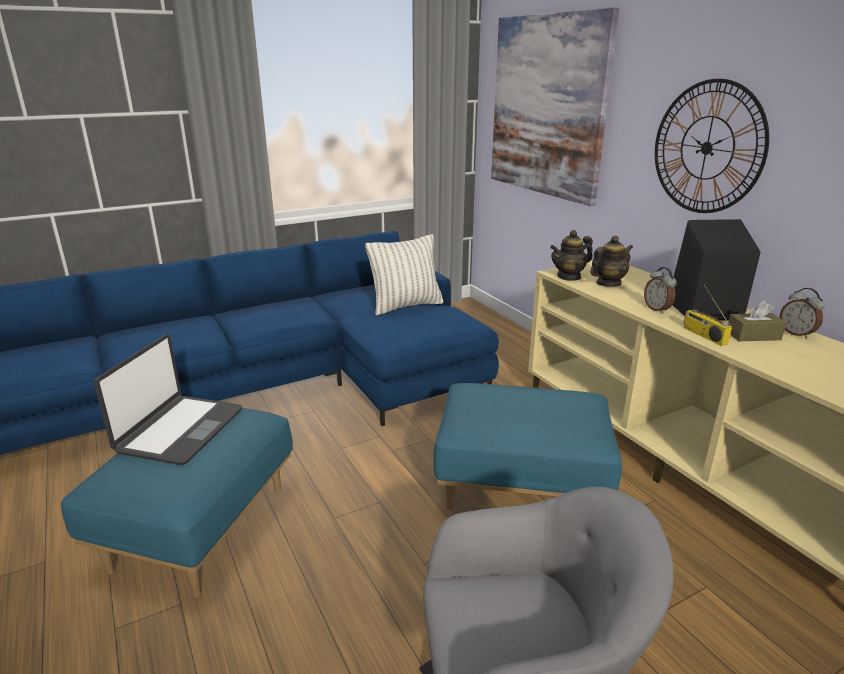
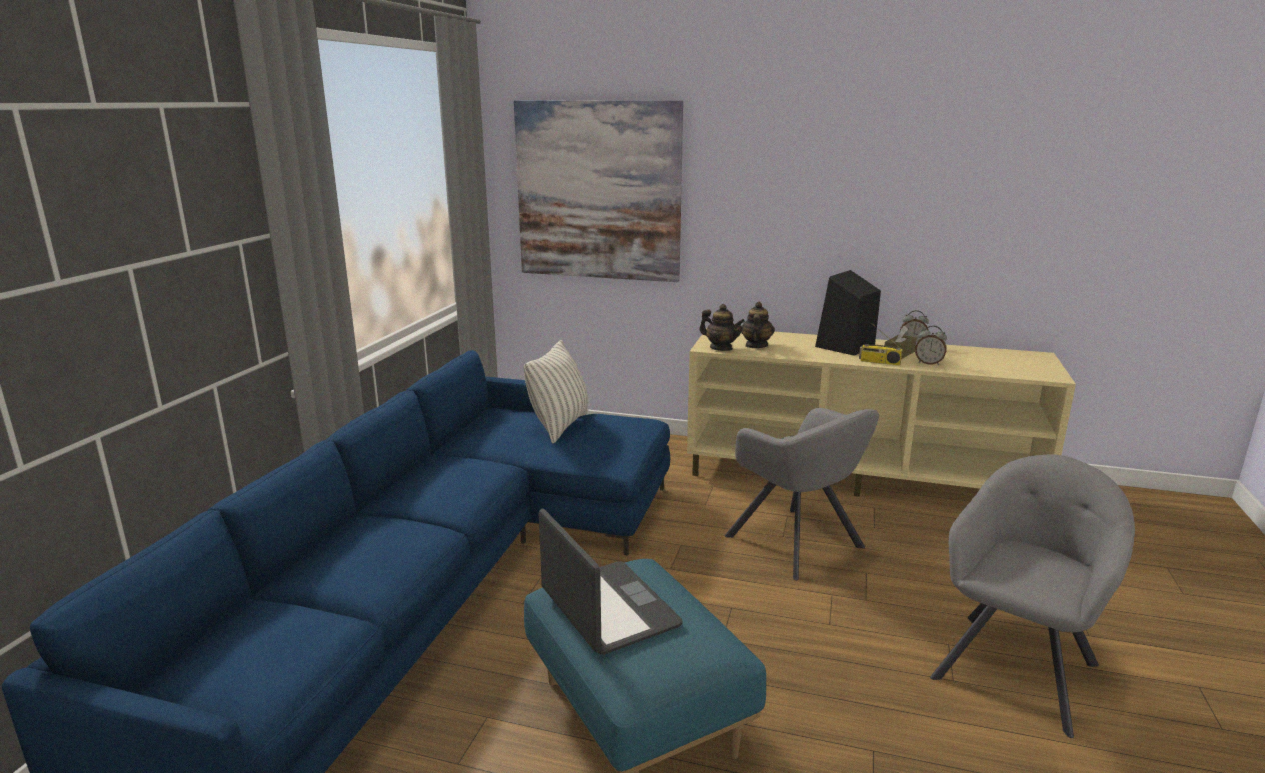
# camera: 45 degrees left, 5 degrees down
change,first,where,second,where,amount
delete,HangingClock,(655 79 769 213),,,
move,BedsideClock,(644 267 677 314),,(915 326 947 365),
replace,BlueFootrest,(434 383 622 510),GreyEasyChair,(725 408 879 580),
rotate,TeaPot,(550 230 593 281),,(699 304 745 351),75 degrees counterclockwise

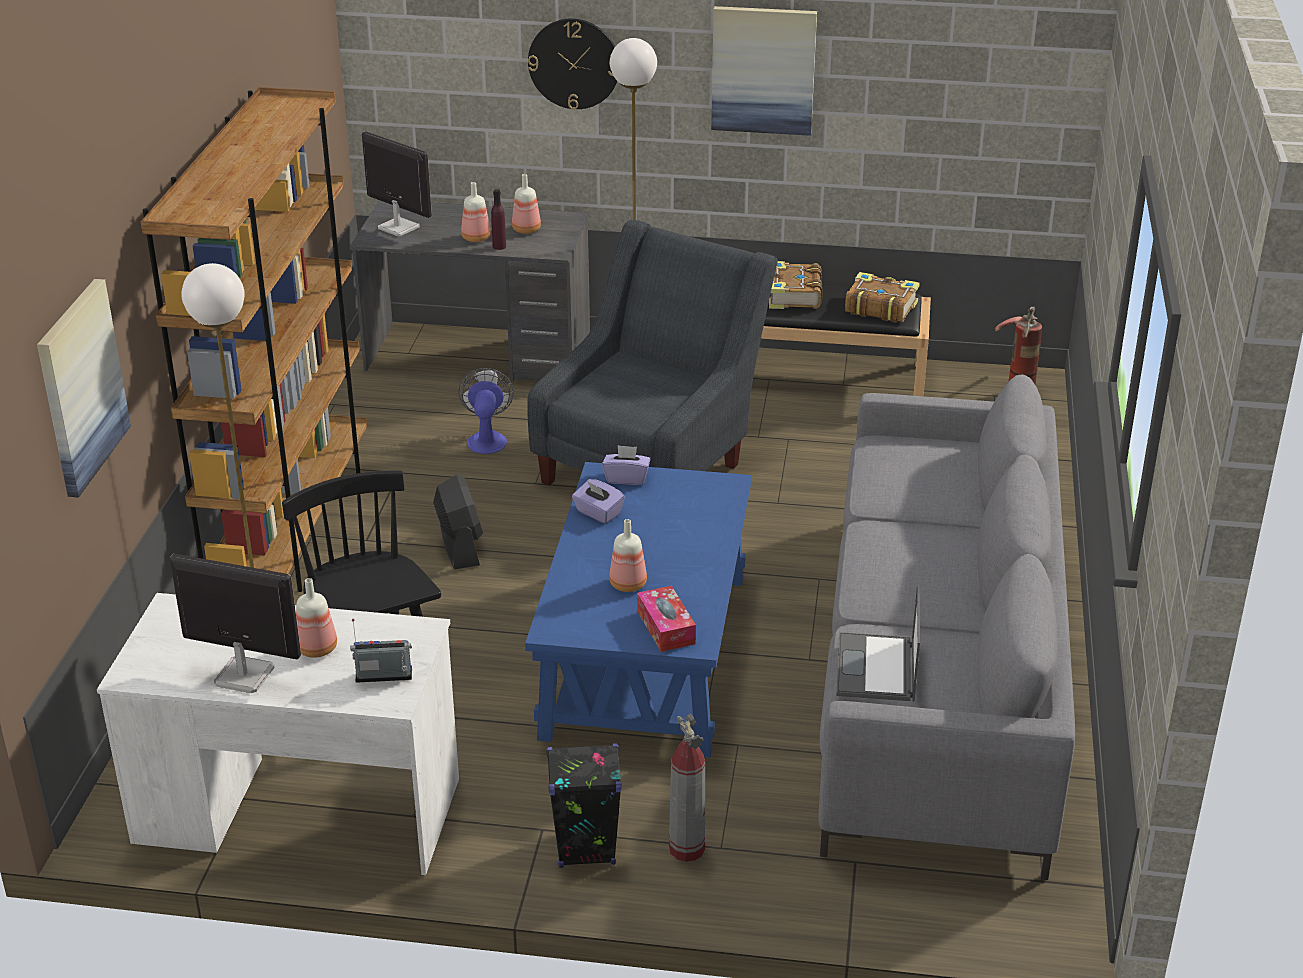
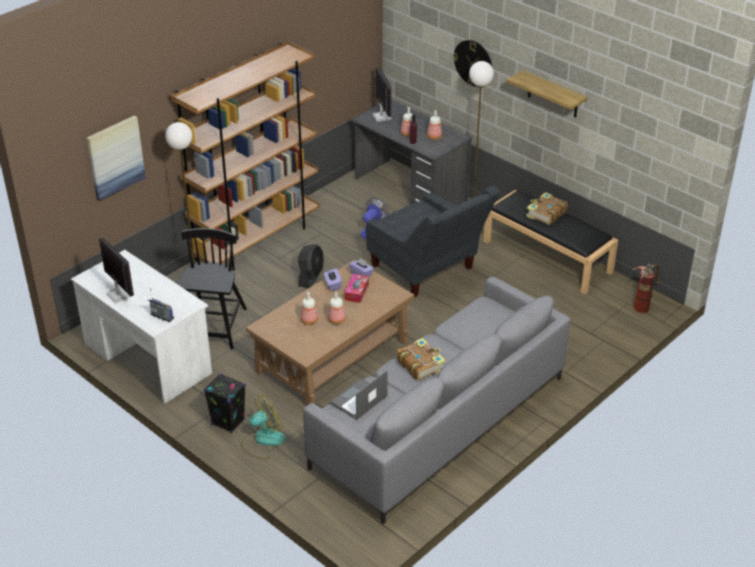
# camera: 35 degrees right, 5 degrees up
change,first,where,second,where,amount
move,DrinkBottle,(296 578 337 658),,(328 291 346 324),
move,TissueHolder,(637 586 696 652),,(345 274 369 303),
move,BoundBook,(845 272 920 323),,(397 338 446 381),
replace,FireFightingCylinder,(669 714 705 862),Fan,(241 394 286 460),
replace,WallArt,(711 6 817 136),Shelf,(507 70 587 117),
recolor,BlueLowTable,(525 462 752 757),BrownColouredLowTable,(246 260 414 406),
rotate,GreyEasyChair,(527 219 778 485),,(366 186 500 297),75 degrees clockwise

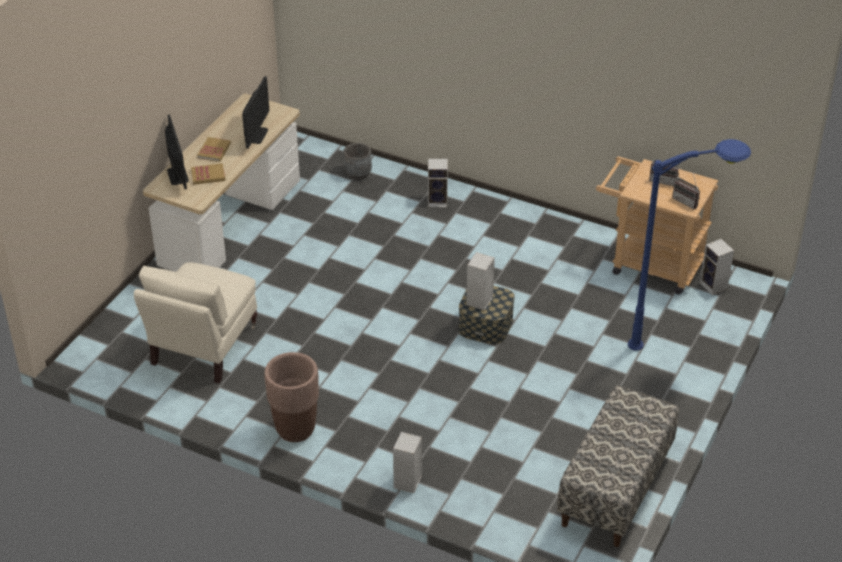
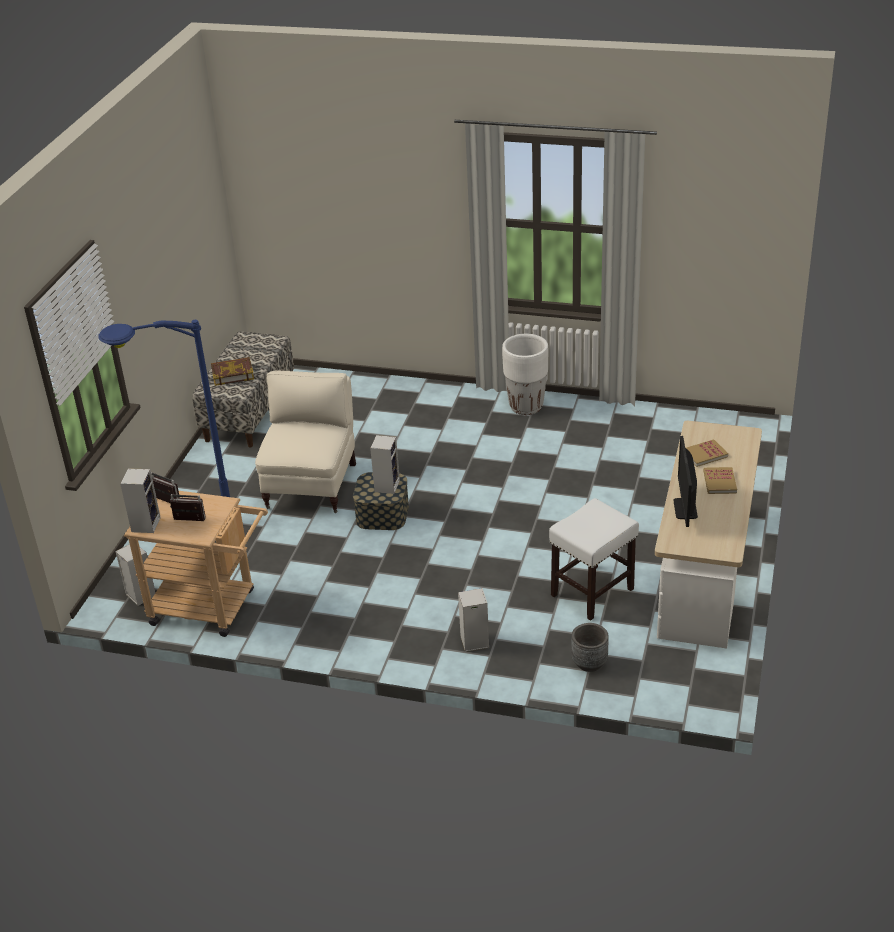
# camera: 170 degrees right, 5 degrees down
change,first,where,second,where,amount
delete,Monitor,(165 115 189 189),,,
insert,,,BoundBook,(211 357 254 386),
insert,,,WhiteColouredStool,(549 498 639 621),
move,BeigeColouredEasyChair,(134 262 257 384),,(255 371 356 513),
move,AudioSpeaker,(393 432 422 493),,(120 468 161 533),
recolor,BrownColouredFlowerPot,(264 352 319 442),WhiteColouredFlowerPot,(502 334 549 415),

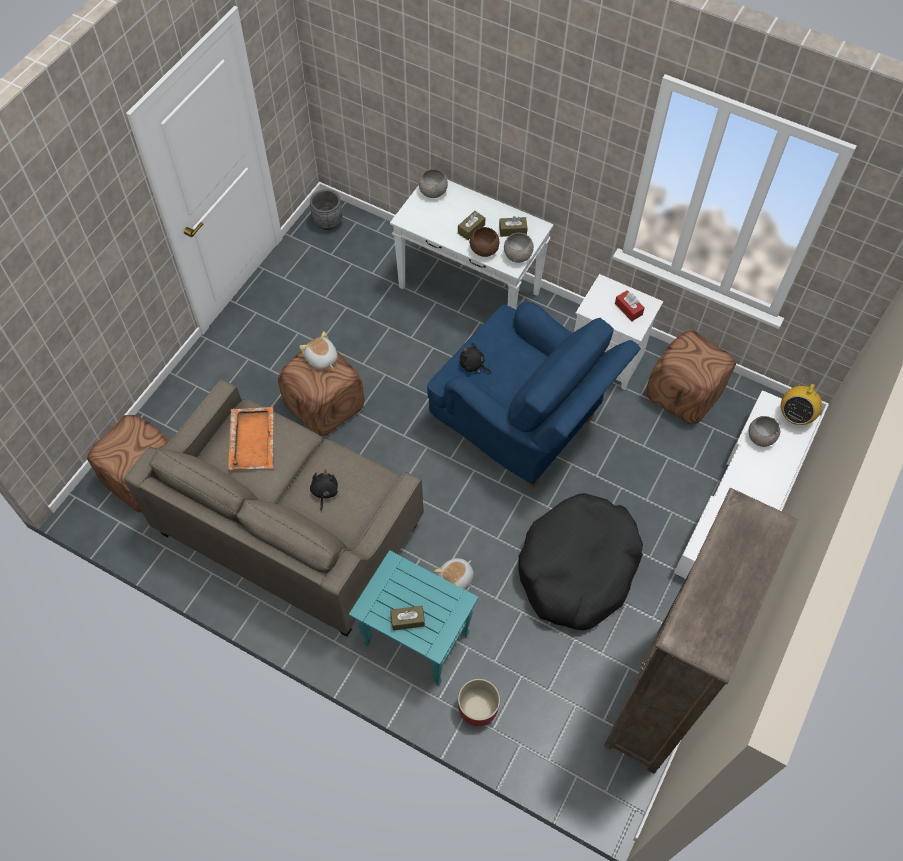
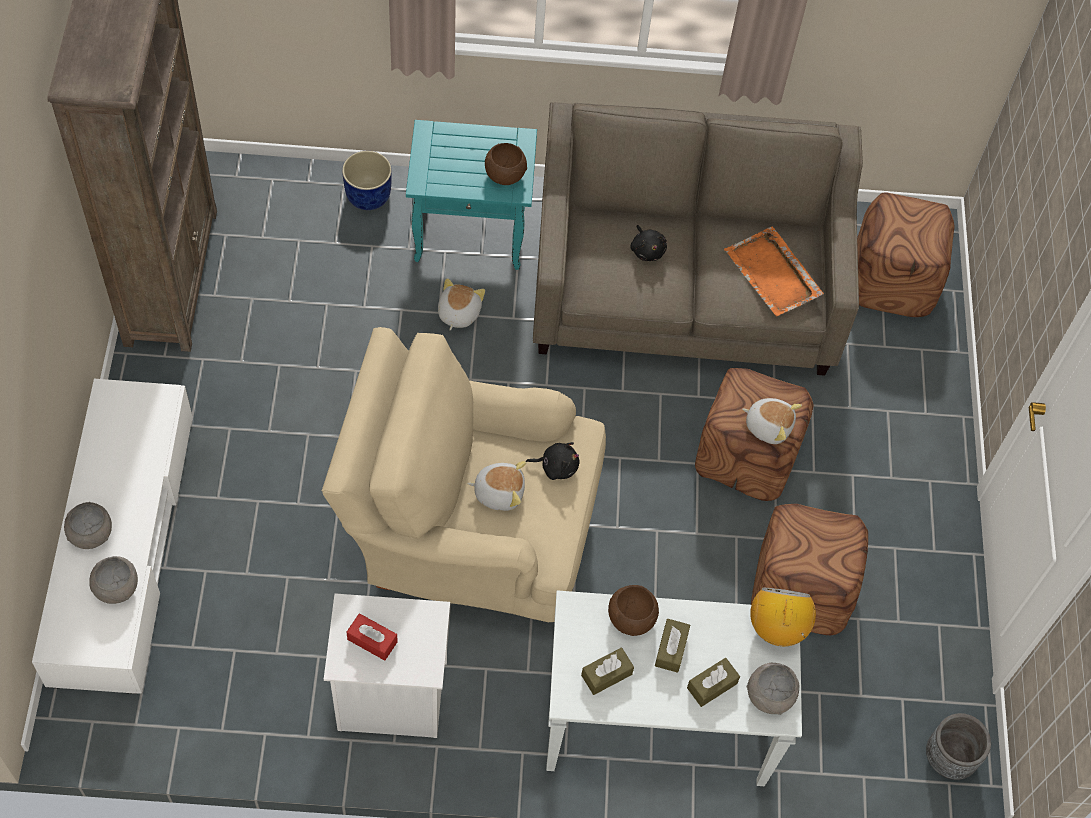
# camera: 150 degrees right, 0 degrees up
change,first,where,second,where,amount
delete,BlackColouredPetBed,(518 493 643 630),,,
insert,,,SoftToy,(467 461 526 511),
insert,,,BrownColouredDeepDish,(485 143 527 185),
move,BrownColouredTissueHolder,(390 606 425 630),,(687 658 740 707),
move,GreyDeepDish,(504 233 534 263),,(64 502 112 549),
move,BrownColouredFootrest,(646 331 736 424),,(751 504 868 635),
move,Radio,(781 377 822 425),,(750 588 816 647),
recolor,BlueEasyChair,(427 302 641 488),BeigeColouredEasyChair,(322 327 606 622),
recolor,RedFlowerPot,(458 679 500 727),BlueFlowerPot,(342 151 392 210),

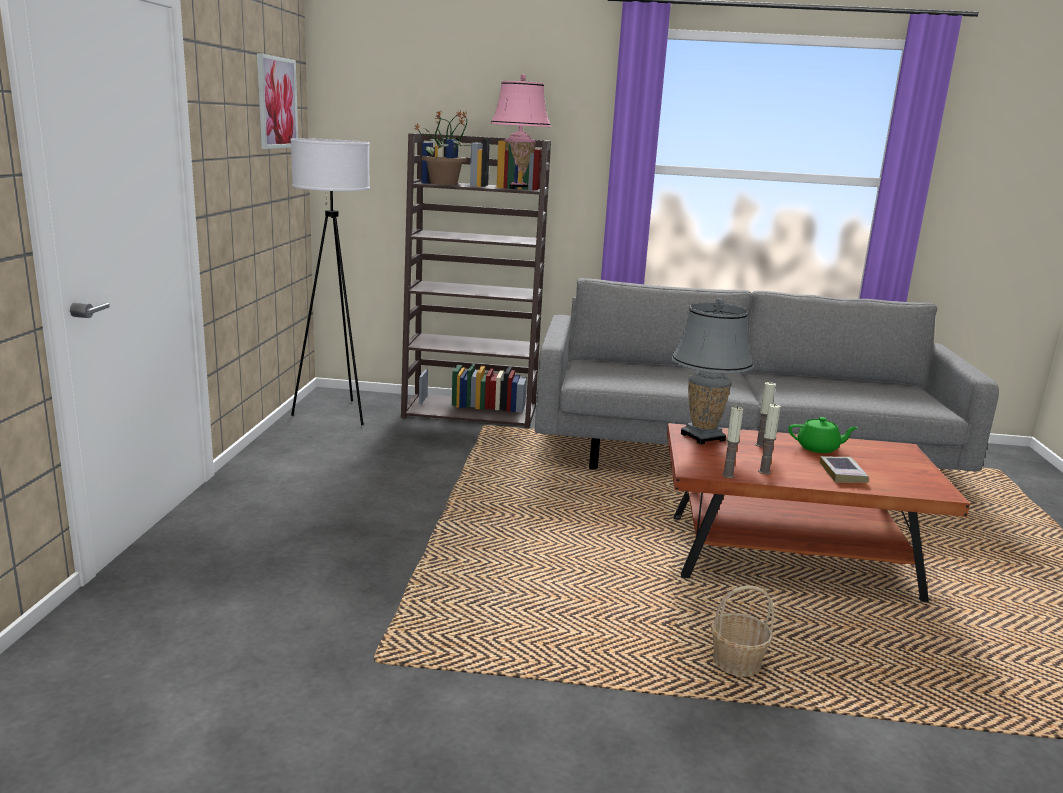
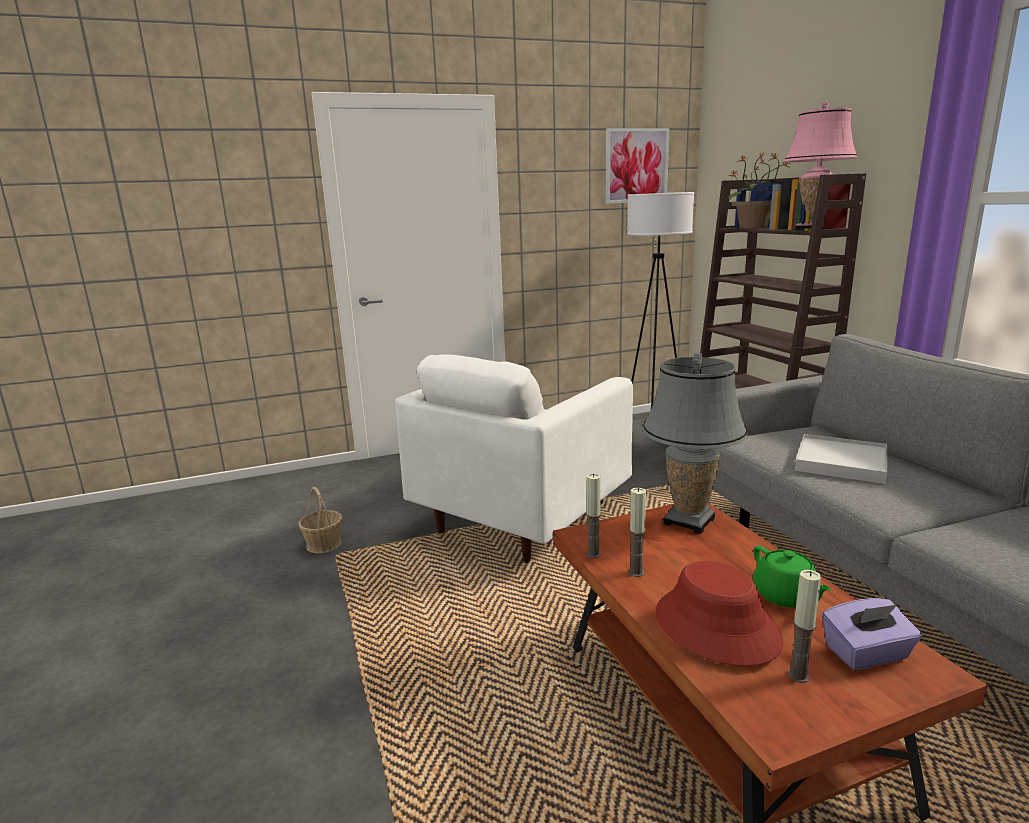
# camera: 65 degrees right, 0 degrees up
change,first,where,second,where,amount
insert,,,WhiteColouredEasyChair,(395 354 633 563),
insert,,,WhiteColouredTray,(795 434 887 484),
insert,,,PurpleColouredTissueHolder,(822 598 922 670),
move,Basket,(711 585 774 677),,(298 487 343 553),
move,Candle,(755 382 775 447),,(788 570 821 683),
replace,BoundBook,(820 456 869 483),RedHat,(656 560 783 666),

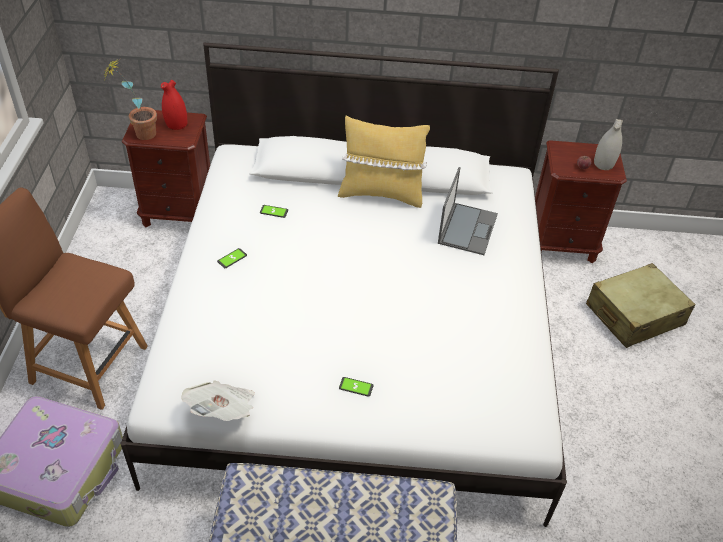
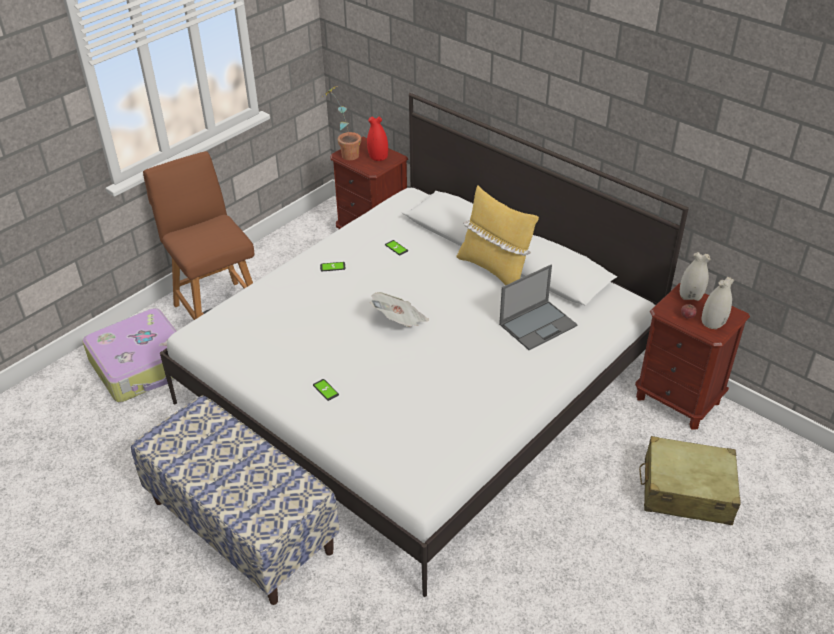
# camera: 40 degrees right, 5 degrees down
change,first,where,second,where,amount
insert,,,WhiteColouredVase,(680 252 711 301),
move,PrintedPaper,(181 381 255 421),,(370 292 429 327),

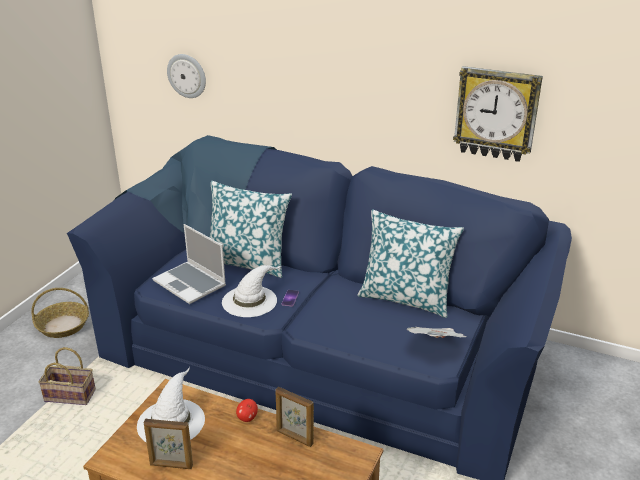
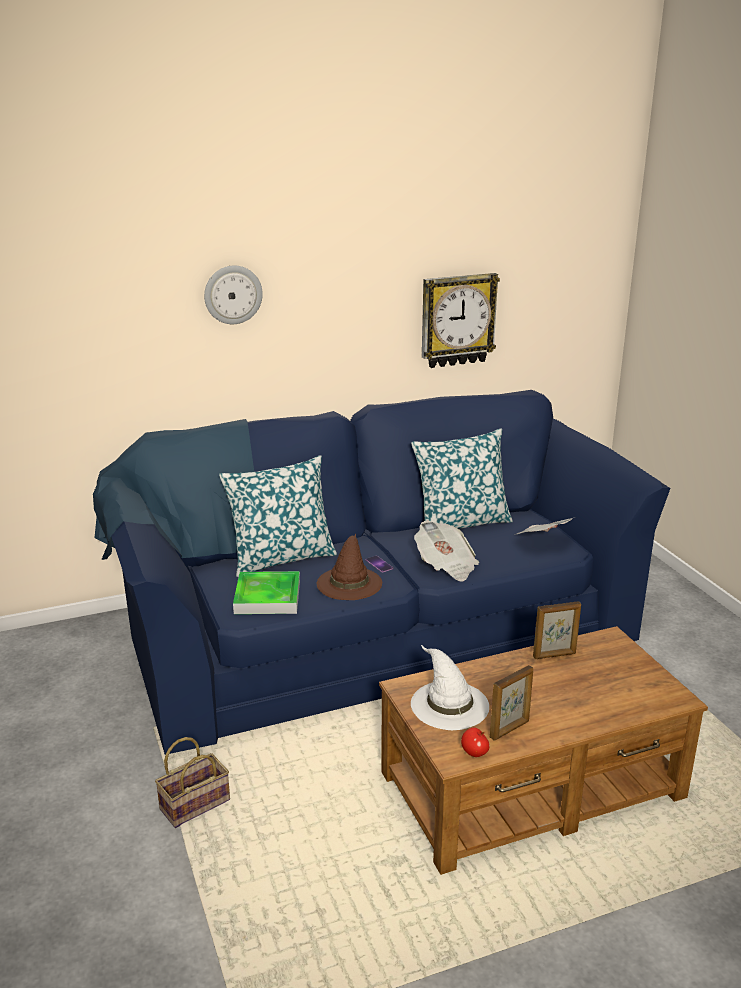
# camera: 45 degrees left, 5 degrees down
change,first,where,second,where,amount
delete,Basket,(31 288 89 338),,,
insert,,,PrintedPaper,(414 521 479 582),
move,HangingClock,(167 54 206 98),,(204 266 263 324),
move,AppleFruit,(236 399 258 422),,(461 727 490 757),
replace,PortableComputer,(152 224 226 304),Tray,(233 571 300 614),
recolor,WhiteColouredHat,(222 265 281 317),BrownColouredHat,(317 534 382 600),

